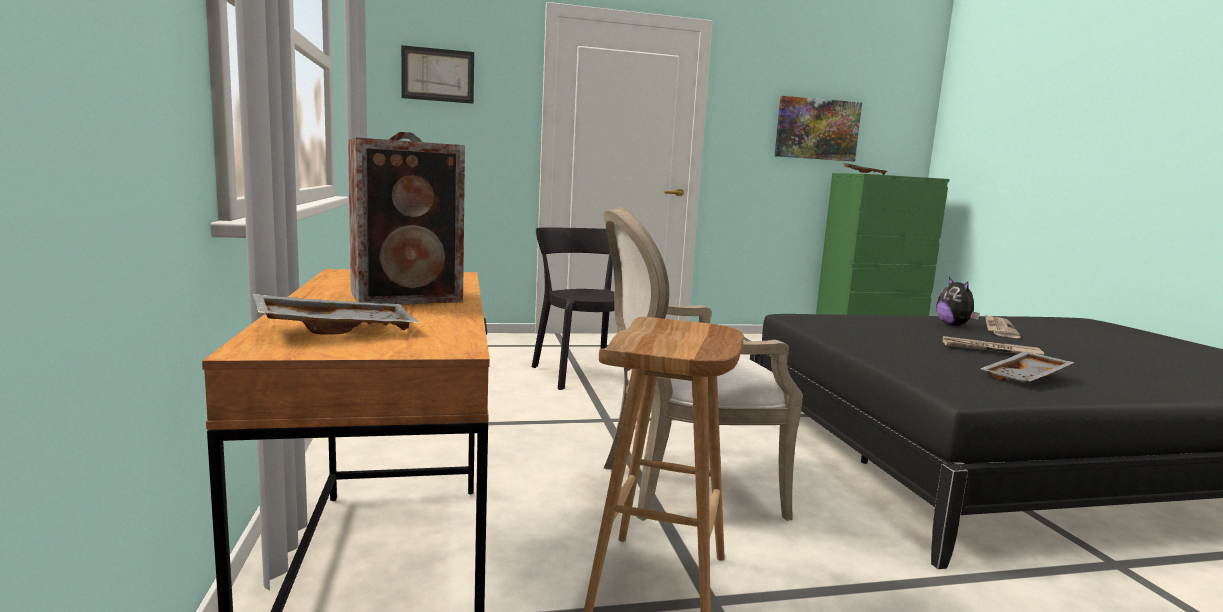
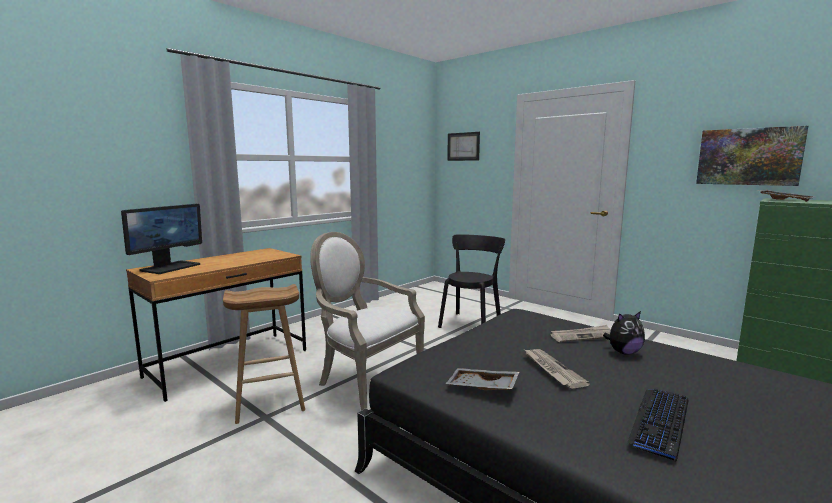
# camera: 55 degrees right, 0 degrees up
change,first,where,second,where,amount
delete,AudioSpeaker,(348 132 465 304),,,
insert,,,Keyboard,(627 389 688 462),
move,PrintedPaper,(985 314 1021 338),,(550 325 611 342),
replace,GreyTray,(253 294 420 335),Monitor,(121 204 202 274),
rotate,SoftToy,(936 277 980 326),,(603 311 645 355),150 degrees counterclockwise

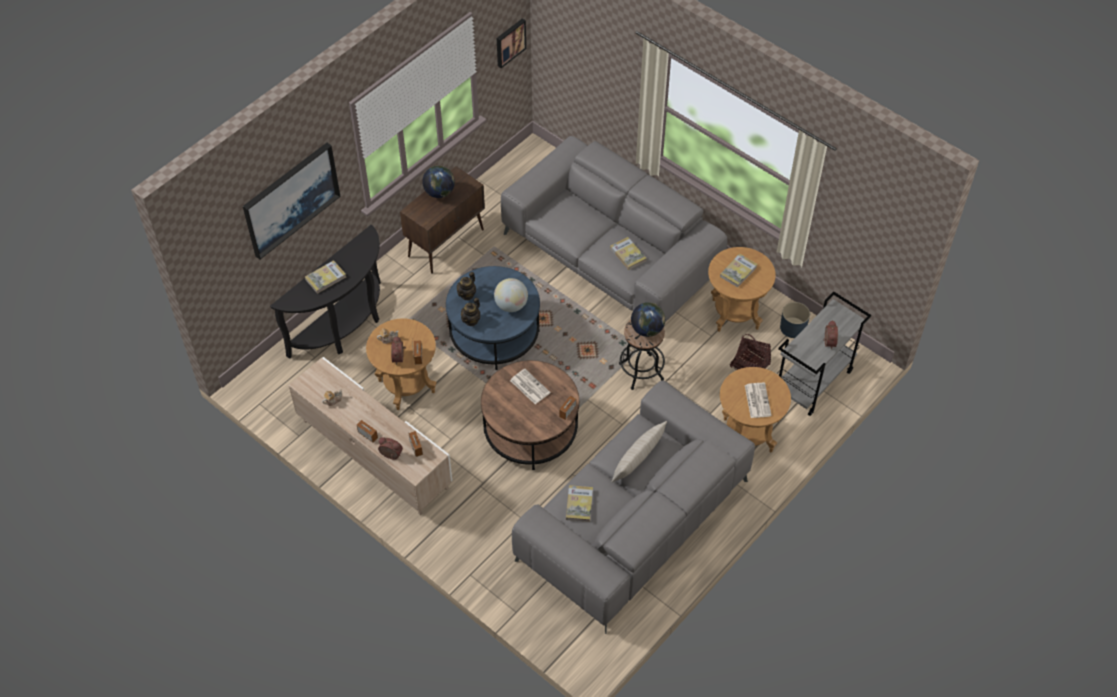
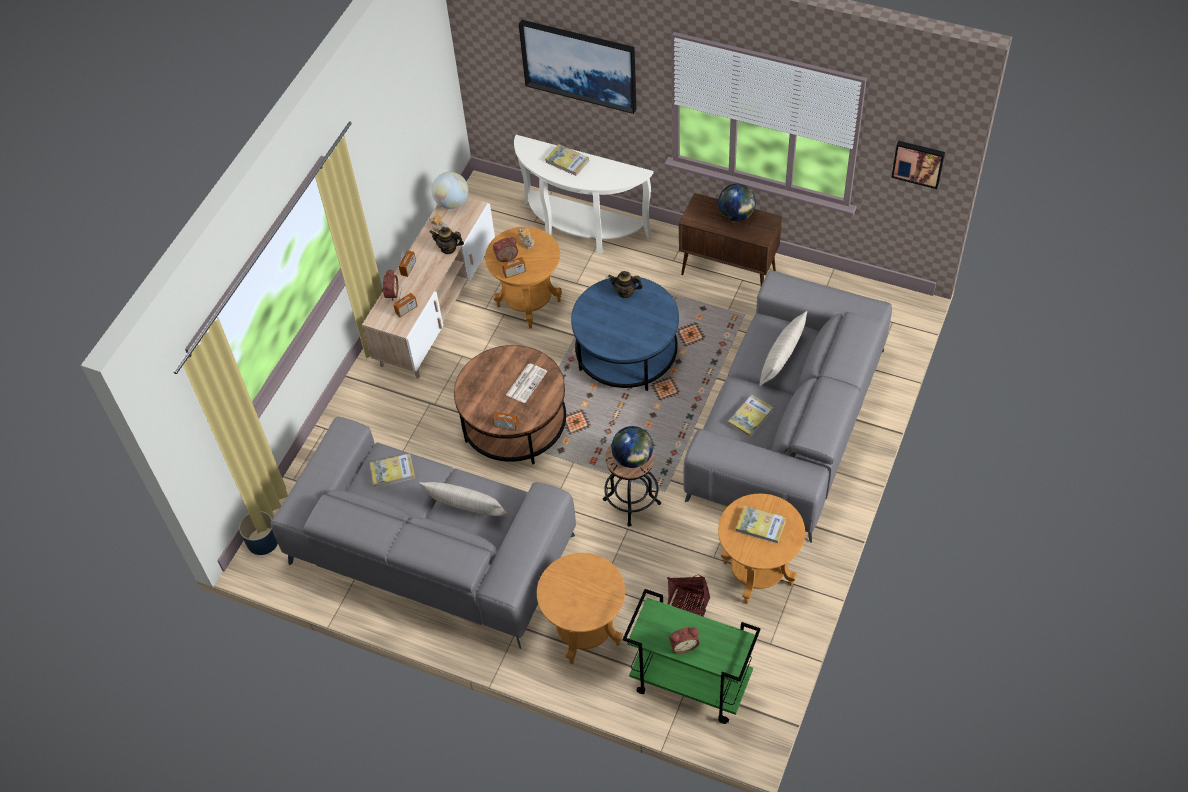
# camera: 75 degrees right, 0 degrees up
change,first,where,second,where,amount
delete,PrintedPaper,(745 383 772 418),,,
insert,,,BeigeColouredCushion,(759 311 807 386),
move,TeaPot,(461 298 480 326),,(430 227 464 254),
move,DeskGlobe,(494 278 528 312),,(432 172 469 209),
move,BlueFlowerPot,(780 302 810 338),,(239 511 278 555),
recolor,BlackColouredConsoleTable,(270 225 381 359),WhiteColouredConsoleTable,(514 135 653 254),
recolor,GreyWheeledCart,(778 292 871 416),GreenColouredWheeledCart,(623 589 761 724),

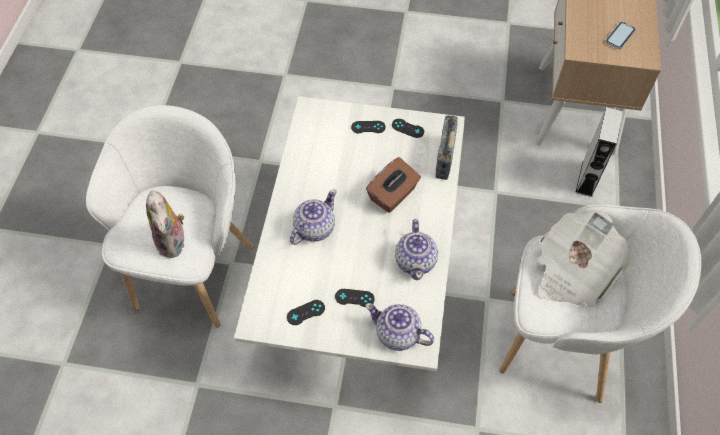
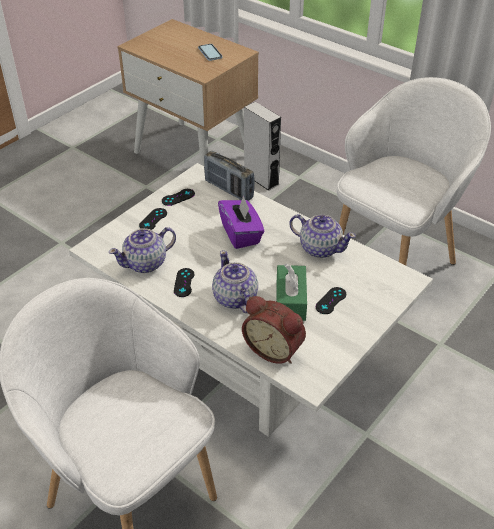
# camera: 60 degrees left, 15 degrees down
change,first,where,second,where,amount
delete,SoftToy,(146 190 184 258),,,
delete,PrintedPaper,(538 211 630 307),,,
insert,,,BedsideClock,(242 296 306 364),
insert,,,GreenColouredTissueHolder,(276 264 307 321),
move,BlackColouredGameController,(287 300 325 325),,(174 268 194 297),
move,TeaPot,(365 303 434 351),,(109 227 176 273),
recolor,BrownColouredTissueHolder,(366 157 421 213),PurpleColouredTissueHolder,(218 195 264 249),

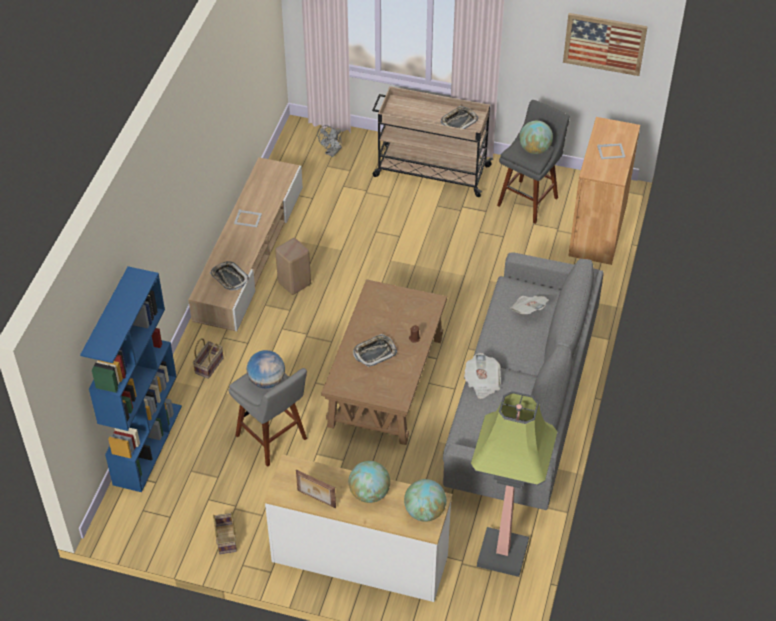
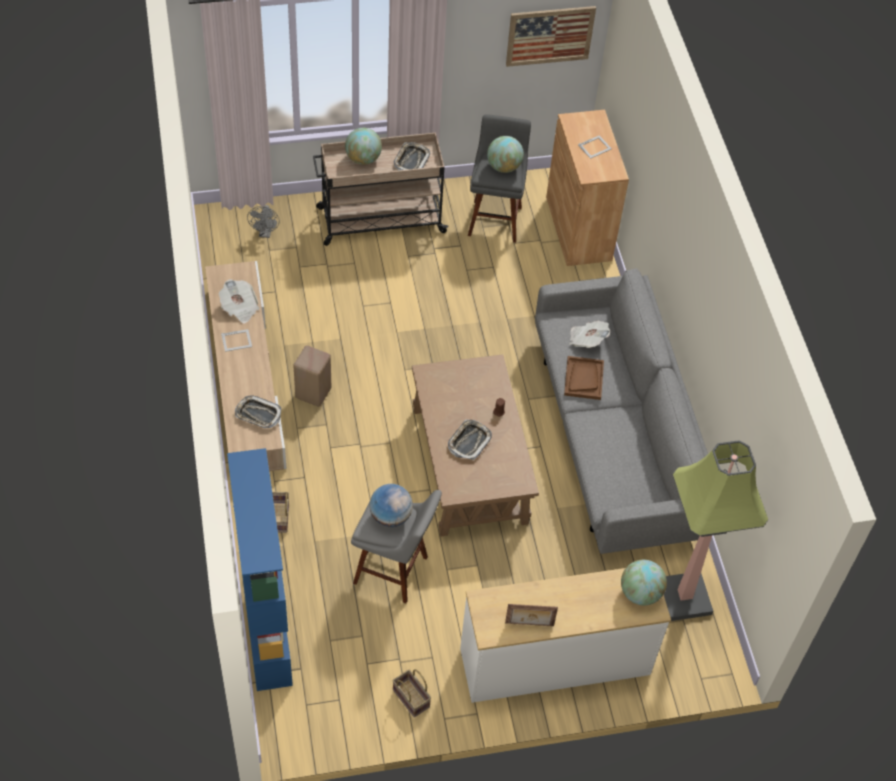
# camera: 30 degrees left, 5 degrees up
change,first,where,second,where,amount
insert,,,BrownColouredTray,(564 356 604 400),
move,DeskGlobe,(349 461 390 503),,(345 128 382 165),
move,PrintedPaper,(464 353 501 399),,(219 279 260 323),

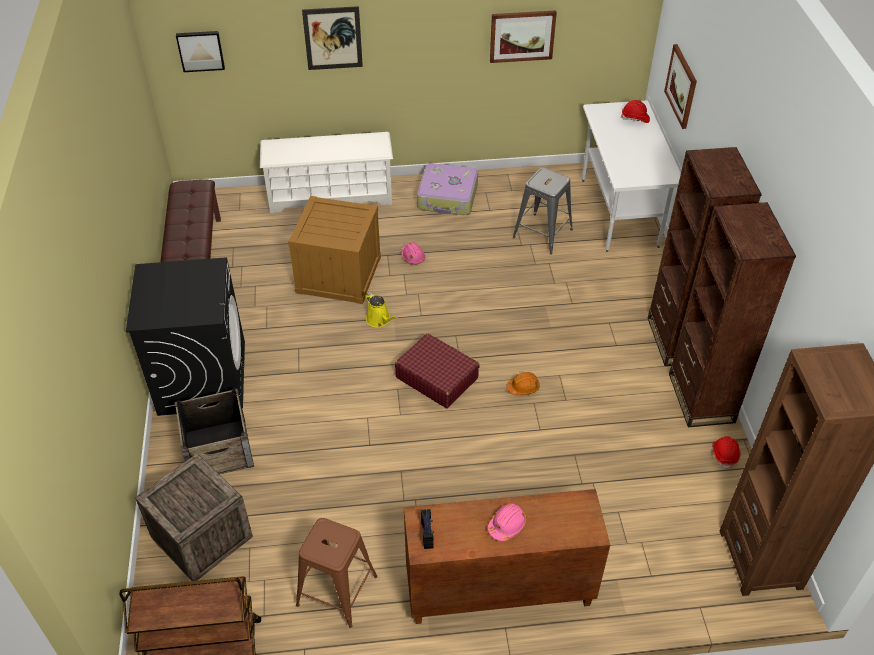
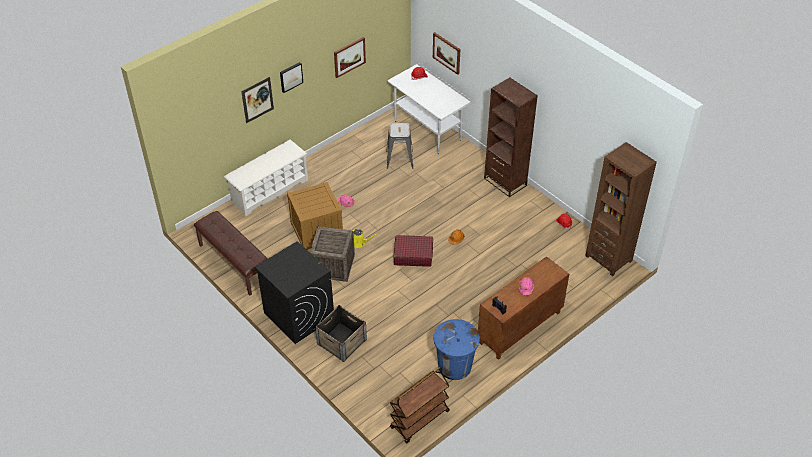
# camera: 35 degrees left, 0 degrees up
change,first,where,second,where,amount
delete,Suitcase,(417 163 478 215),,,
delete,BrownColouredShelvingUnit,(669 202 796 427),,,
move,ShippingCrate,(135 453 253 581),,(310 226 355 282),
move,WallArt,(176 31 225 72),,(280 62 303 93),
replace,BrownColouredStool,(296 518 377 628),BlueTrashCan,(434 319 480 380),

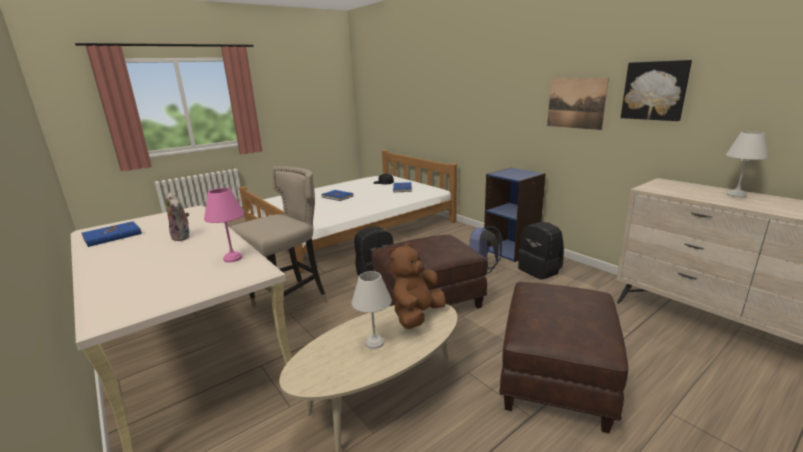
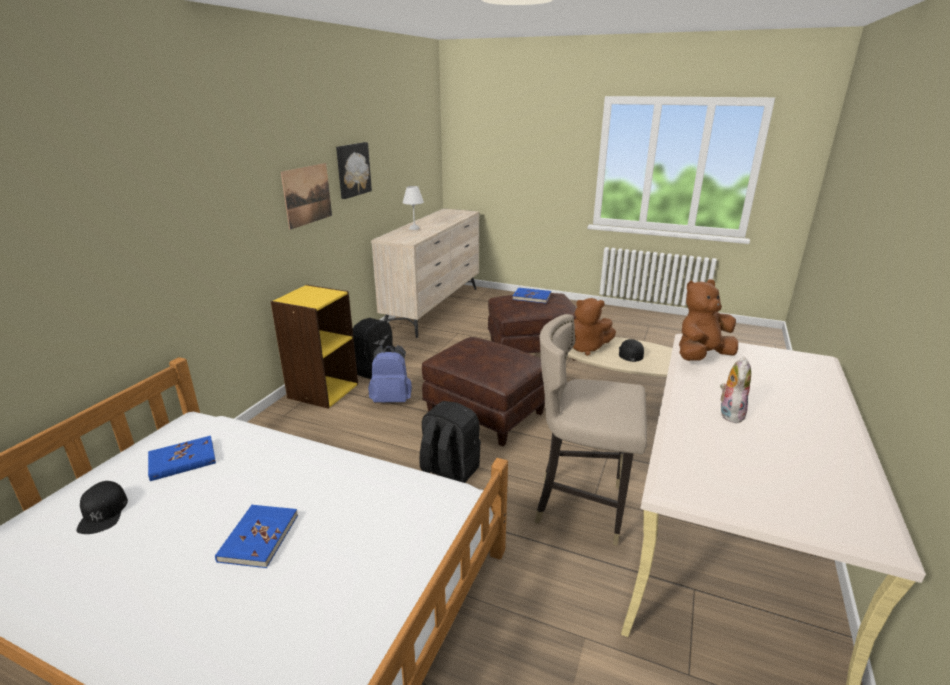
# camera: 120 degrees left, 5 degrees up
change,first,where,second,where,amount
move,BlueBoundBook,(81 221 142 247),,(512 288 551 303),
replace,PinkishTableLamp,(204 188 244 263),BrownColouredSoftToy,(679 279 738 361),
replace,WhiteColouredTableLamp,(352 271 392 349),BlackColouredBaseballCap,(619 339 644 362),
recolor,BlueShelvingUnit,(484 167 546 262),YellowColouredShelvingUnit,(271 285 358 409),

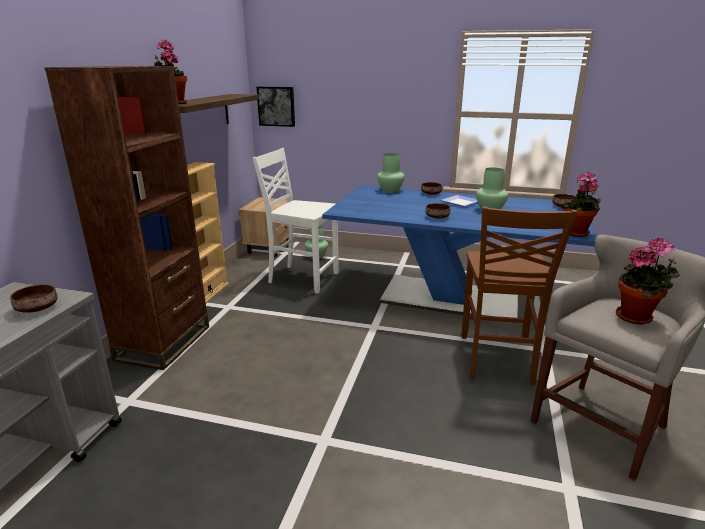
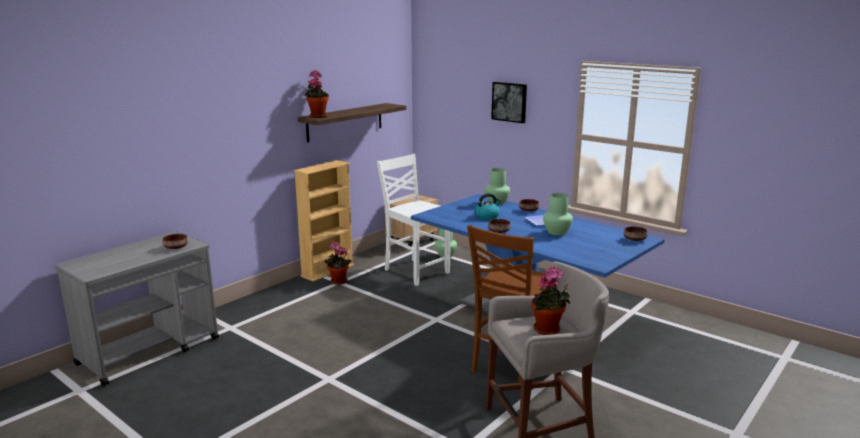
# camera: 25 degrees right, 5 degrees down
change,first,where,second,where,amount
delete,BrownColouredShelvingUnit,(45 66 209 370),,,
insert,,,WaterKettle,(475 193 501 220),
move,WallArt,(257 87 295 127),,(491 82 527 123),
move,Houseplant,(561 172 601 237),,(324 242 352 285),

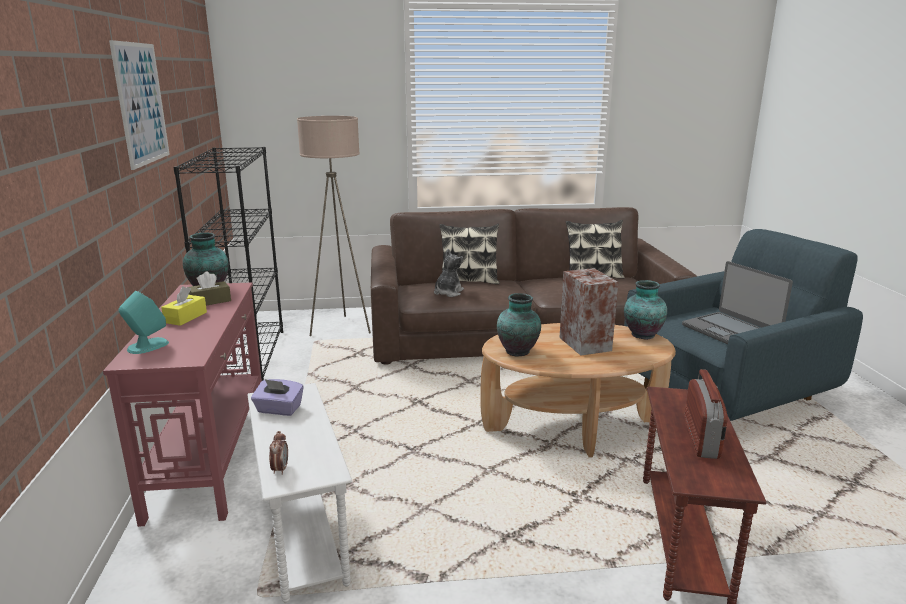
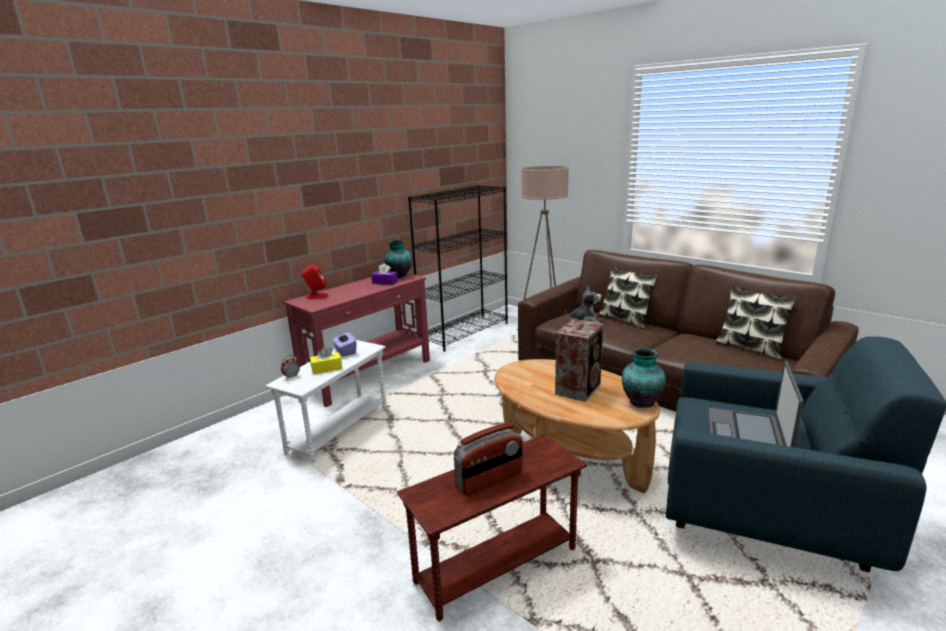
# camera: 50 degrees right, 0 degrees up
change,first,where,second,where,amount
delete,WallArt,(109 40 170 170),,,
delete,Vase,(497 293 541 356),,,
move,YellowColouredTissueHolder,(161 286 207 326),,(310 347 342 374),
recolor,BlueGreenAudioSpeaker,(119 291 169 354),RedAudioSpeaker,(302 264 329 299),
recolor,BrownColouredTissueHolder,(188 271 231 306),PurpleColouredTissueHolder,(371 263 398 285),

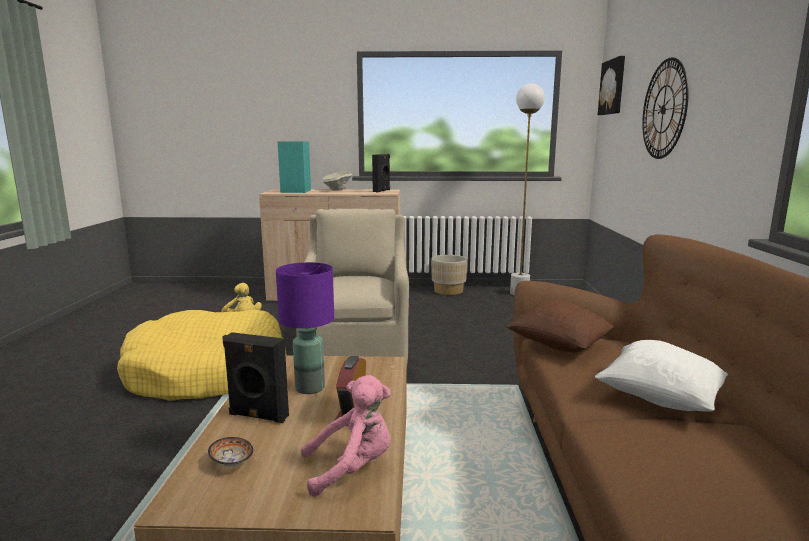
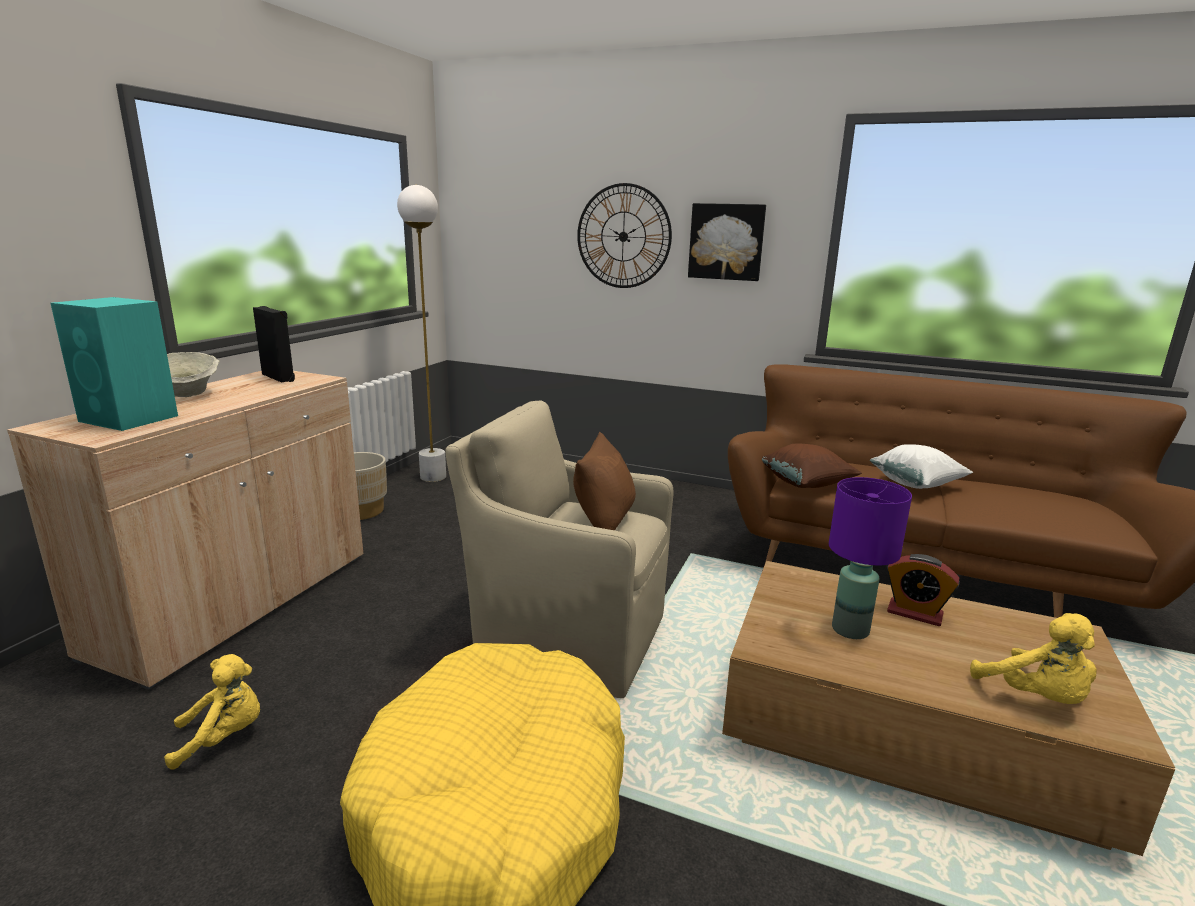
# camera: 70 degrees left, 5 degrees up
change,first,where,second,where,amount
delete,BlackColouredAudioSpeaker,(222 332 289 423),,,
delete,PinkishSoftToy,(301 375 391 497),,,
insert,,,BrownColouredCushion,(573 432 636 530),
move,WallArt,(598 56 625 115),,(688 203 766 281),
replace,DeepDish,(208 437 253 467),YellowColouredSoftToy,(970 613 1097 704),

